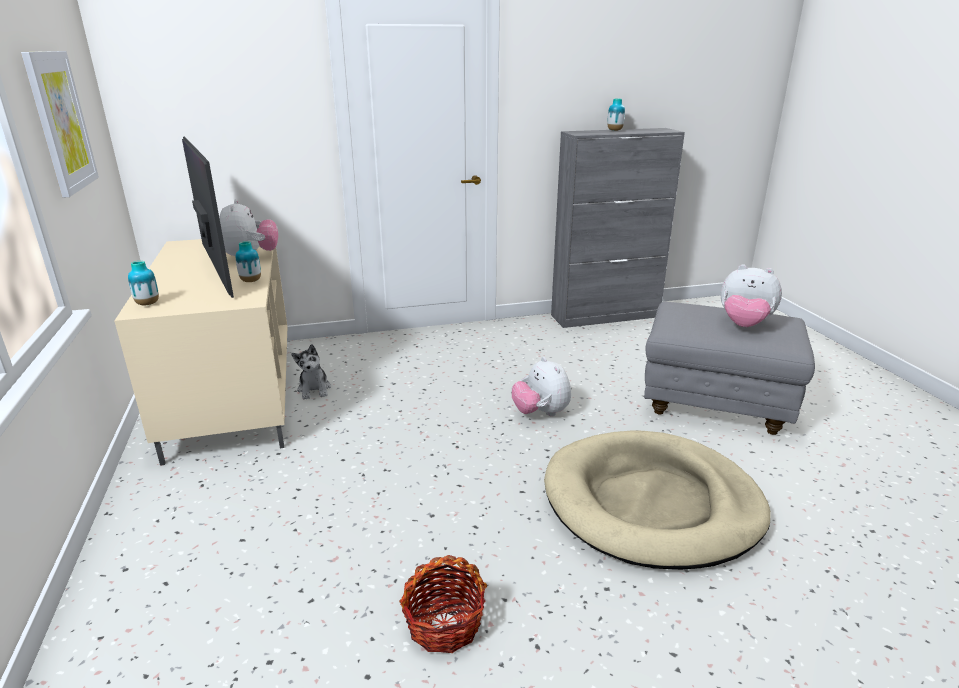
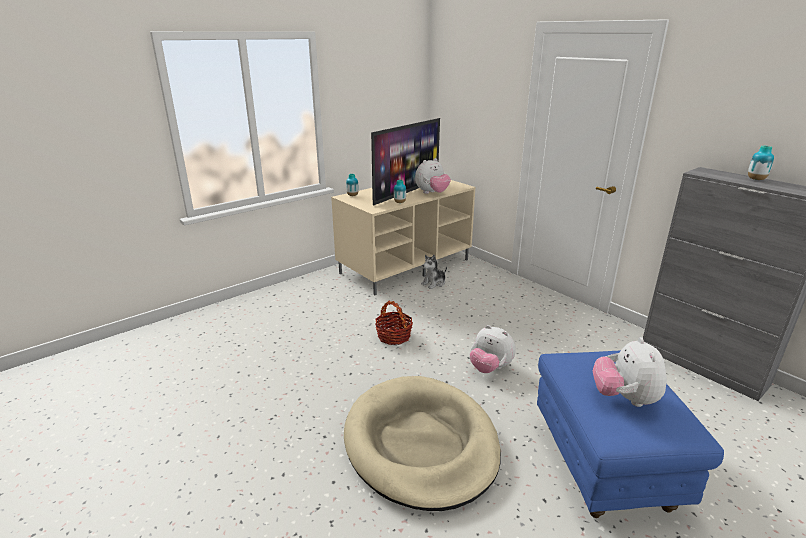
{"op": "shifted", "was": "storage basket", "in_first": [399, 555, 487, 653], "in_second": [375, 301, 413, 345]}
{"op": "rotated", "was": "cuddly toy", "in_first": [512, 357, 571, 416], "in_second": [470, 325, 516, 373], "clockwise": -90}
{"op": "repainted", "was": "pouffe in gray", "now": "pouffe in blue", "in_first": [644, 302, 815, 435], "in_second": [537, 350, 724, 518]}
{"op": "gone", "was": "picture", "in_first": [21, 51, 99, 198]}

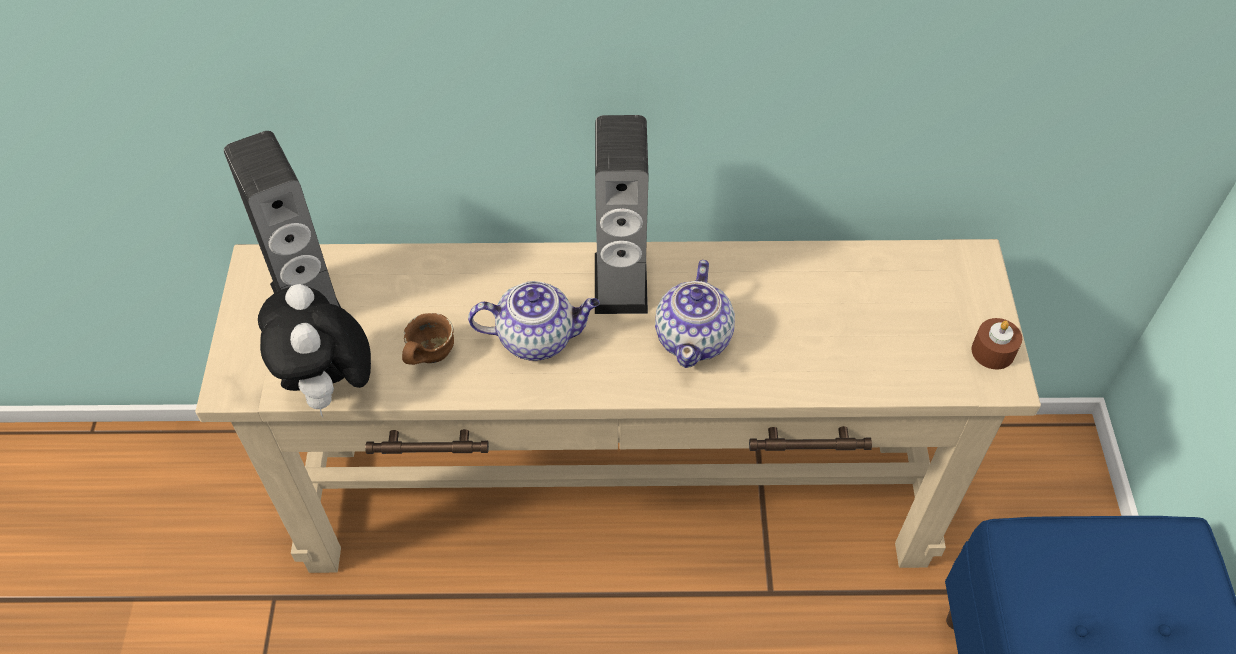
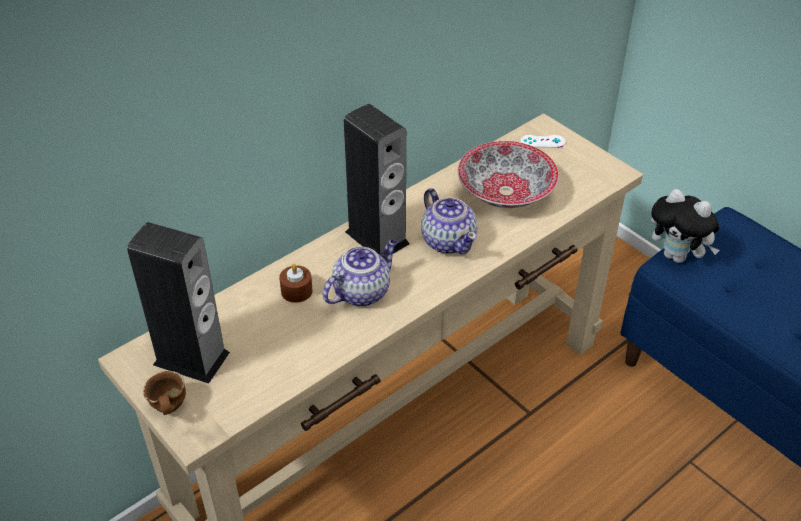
{"op": "shifted", "was": "coffee mug in brown-coloured", "in_first": [402, 313, 454, 365], "in_second": [143, 371, 186, 415]}
{"op": "shifted", "was": "wax candle in brown-coloured", "in_first": [971, 318, 1022, 369], "in_second": [279, 264, 313, 303]}
{"op": "new", "now": "bowl", "in_second": [458, 141, 559, 208]}
{"op": "new", "now": "joypad in white-coloured", "in_second": [520, 135, 565, 148]}
{"op": "shifted", "was": "cuddly toy", "in_first": [258, 284, 371, 417], "in_second": [651, 189, 720, 263]}

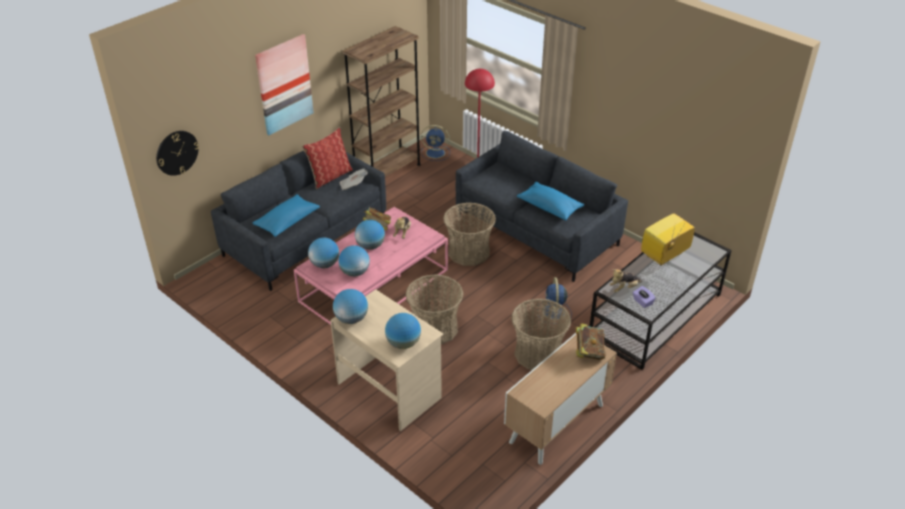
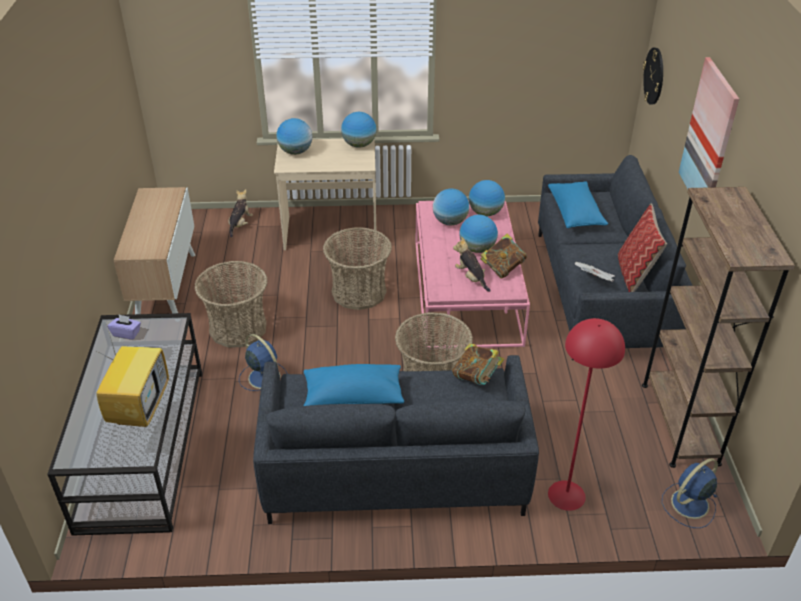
{"op": "shifted", "was": "cuddly toy", "in_first": [609, 269, 642, 293], "in_second": [228, 189, 253, 238]}
{"op": "shifted", "was": "book", "in_first": [576, 323, 606, 360], "in_second": [452, 343, 504, 385]}

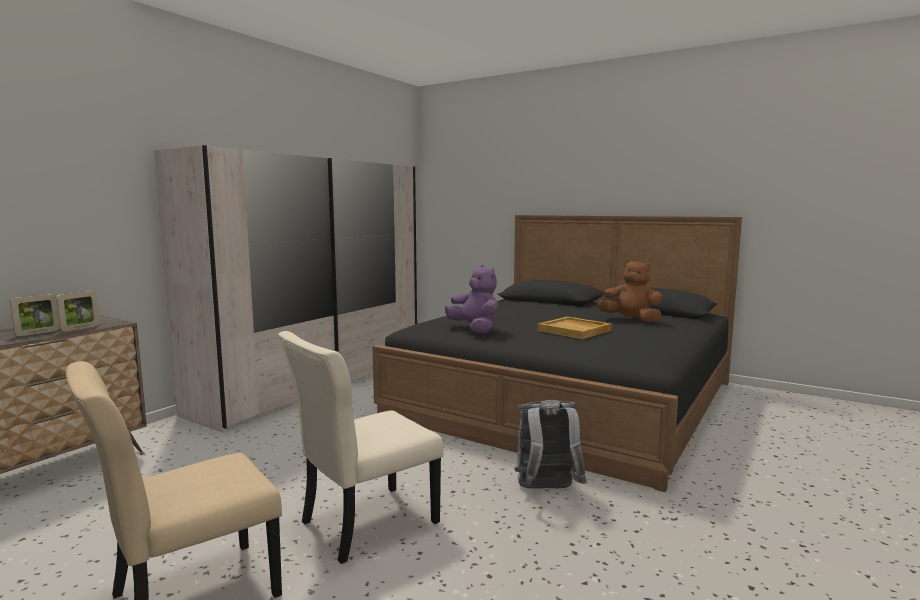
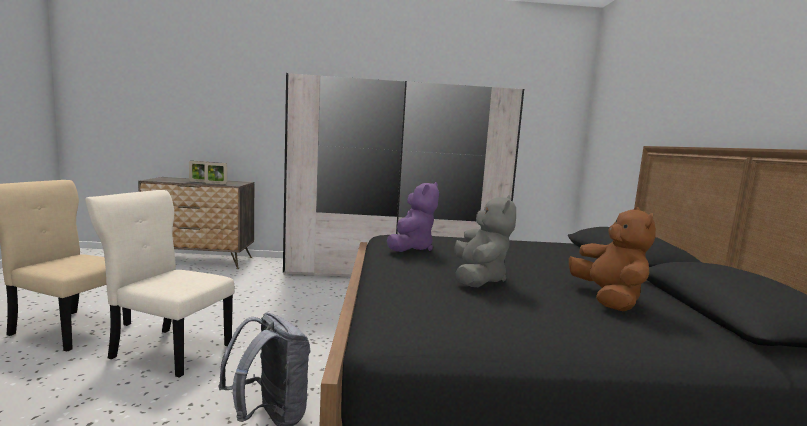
{"op": "swapped", "was": "serving tray in beige-coloured", "now": "cuddly toy in gray", "in_first": [537, 317, 612, 339], "in_second": [455, 195, 516, 287]}

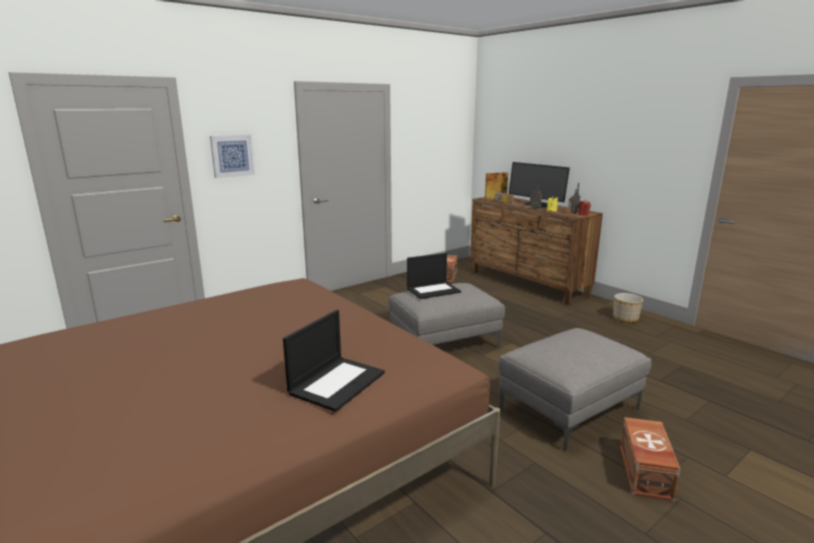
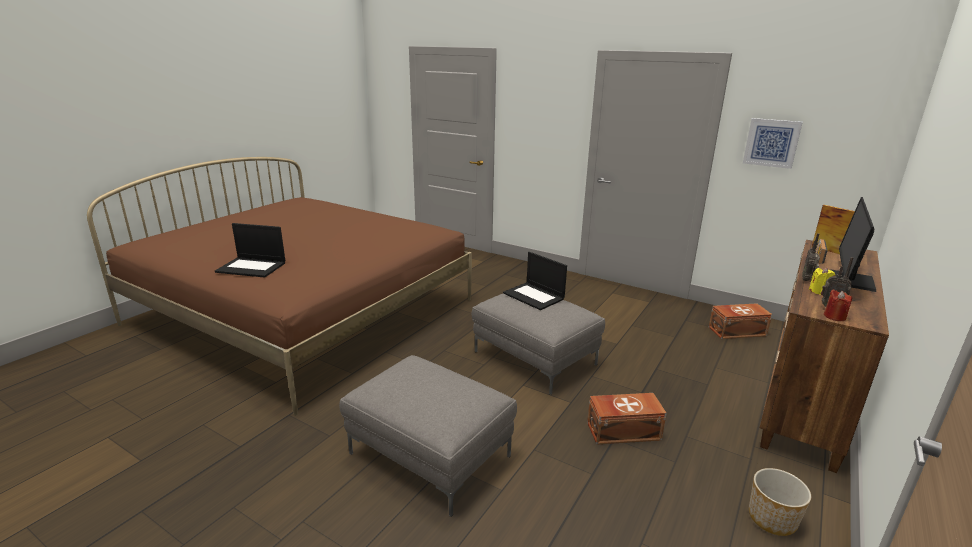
{"op": "shifted", "was": "storage container in brown-coloured", "in_first": [620, 417, 681, 501], "in_second": [587, 393, 667, 444]}
{"op": "shifted", "was": "picture", "in_first": [210, 135, 255, 178], "in_second": [743, 118, 803, 169]}

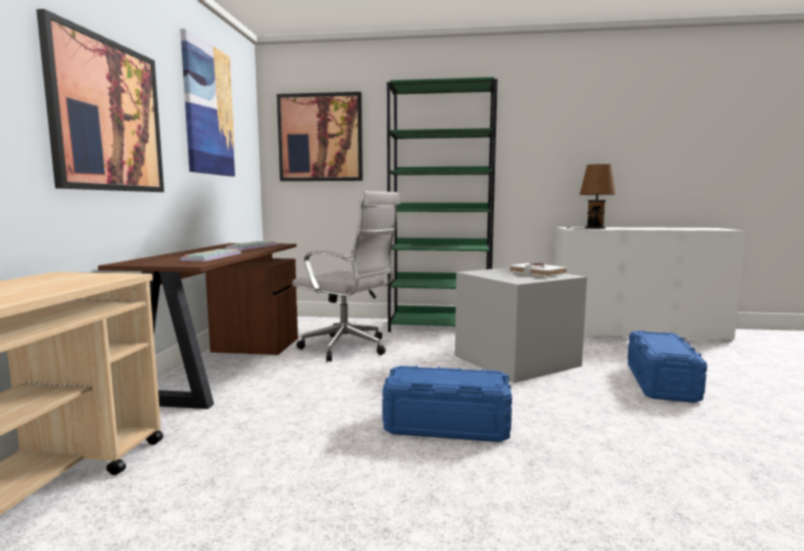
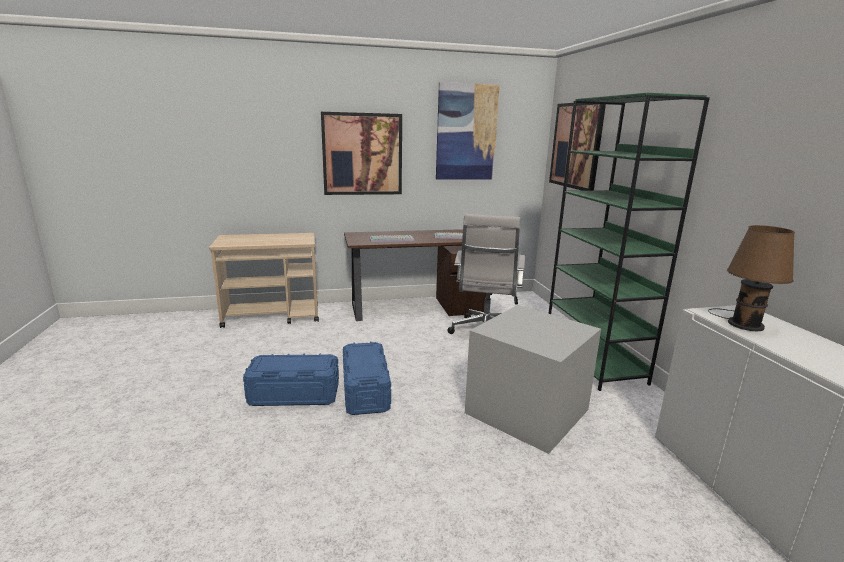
{"op": "shifted", "was": "storage container in blue", "in_first": [628, 331, 707, 403], "in_second": [243, 353, 339, 406]}
{"op": "gone", "was": "book in white-coloured", "in_first": [509, 263, 568, 277]}

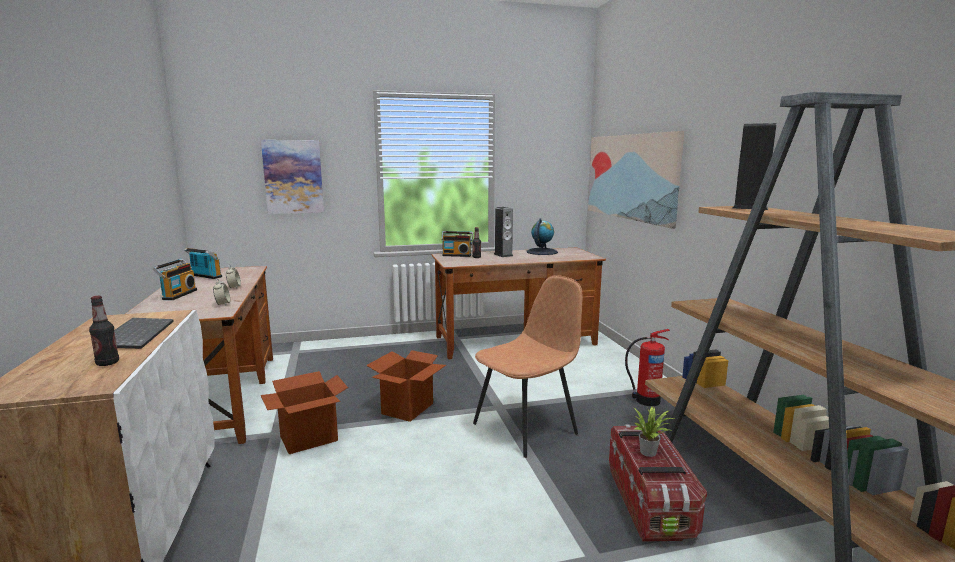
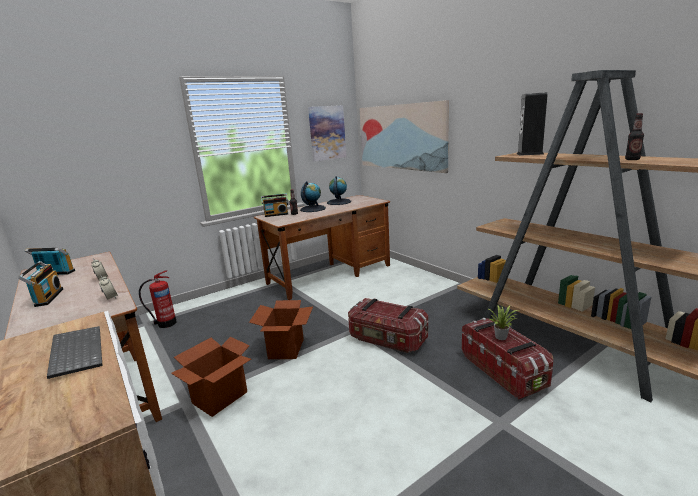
{"op": "shifted", "was": "fire extinguisher", "in_first": [625, 329, 670, 406], "in_second": [139, 270, 177, 328]}
{"op": "swapped", "was": "speaker", "now": "globe", "in_first": [494, 207, 513, 257], "in_second": [300, 181, 326, 212]}
{"op": "shifted", "was": "picture", "in_first": [261, 140, 324, 214], "in_second": [308, 105, 346, 162]}
{"op": "swapped", "was": "upright chair in brown-coloured", "now": "storage container", "in_first": [473, 275, 583, 458], "in_second": [348, 298, 428, 353]}
{"op": "shifted", "was": "beverage bottle", "in_first": [89, 296, 119, 366], "in_second": [625, 113, 644, 160]}

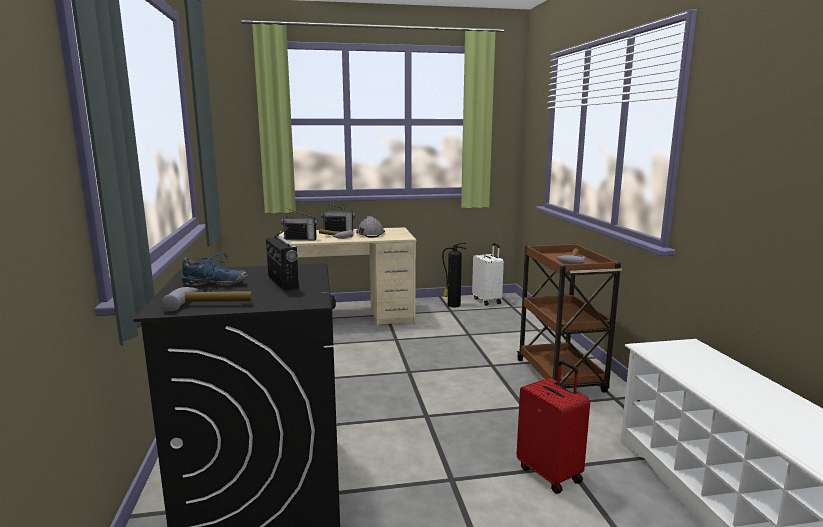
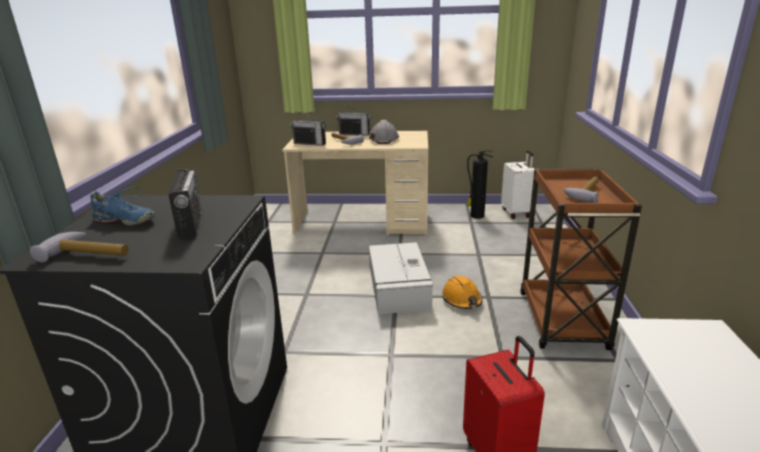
{"op": "new", "now": "storage container in gray", "in_second": [369, 242, 433, 314]}
{"op": "new", "now": "safety helmet in orange-coloured", "in_second": [442, 276, 483, 309]}

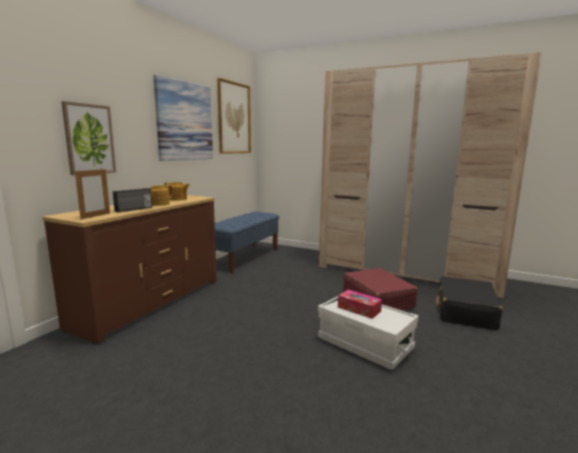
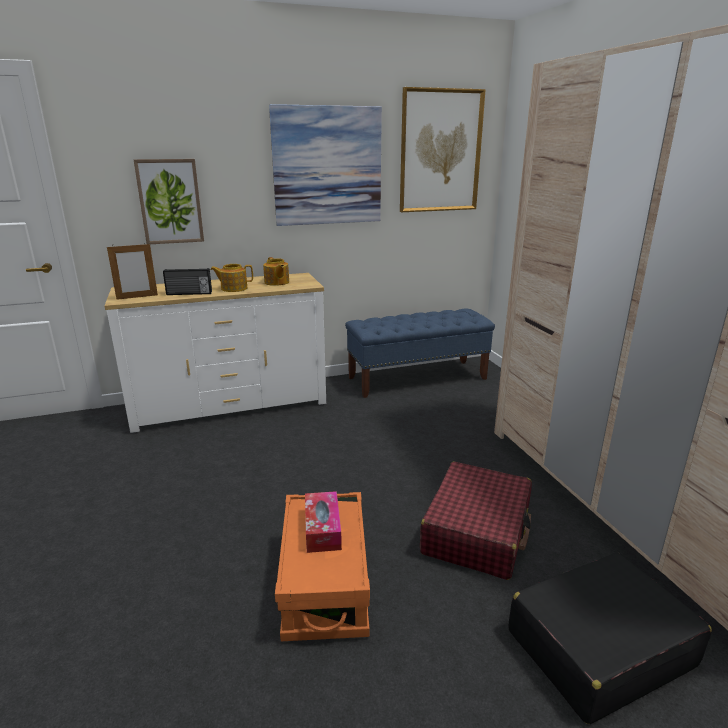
{"op": "repainted", "was": "drawer chest in brown-coloured", "now": "drawer chest in white-coloured", "in_first": [42, 195, 217, 344], "in_second": [104, 273, 326, 433]}
{"op": "repainted", "was": "storage container in white-coloured", "now": "storage container in orange-coloured", "in_first": [318, 296, 419, 370], "in_second": [275, 492, 370, 641]}

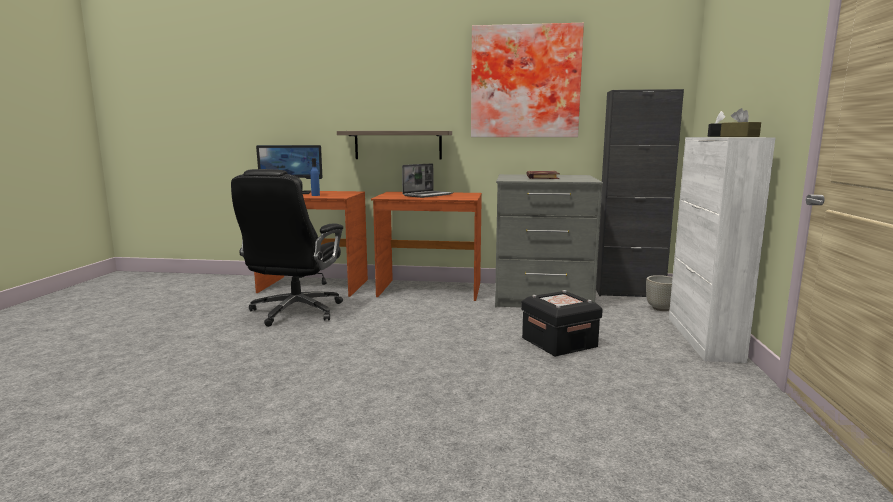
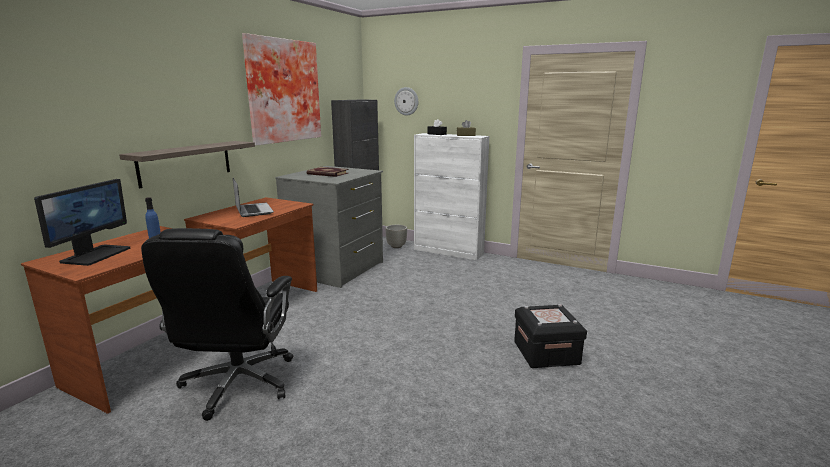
{"op": "rotated", "was": "office chair in blackish", "in_first": [231, 169, 343, 327], "in_second": [141, 228, 293, 421], "clockwise": 60}
{"op": "new", "now": "clock on the wall", "in_second": [394, 87, 418, 116]}
{"op": "shifted", "was": "storage container in blackish", "in_first": [521, 290, 603, 357], "in_second": [514, 304, 587, 368]}

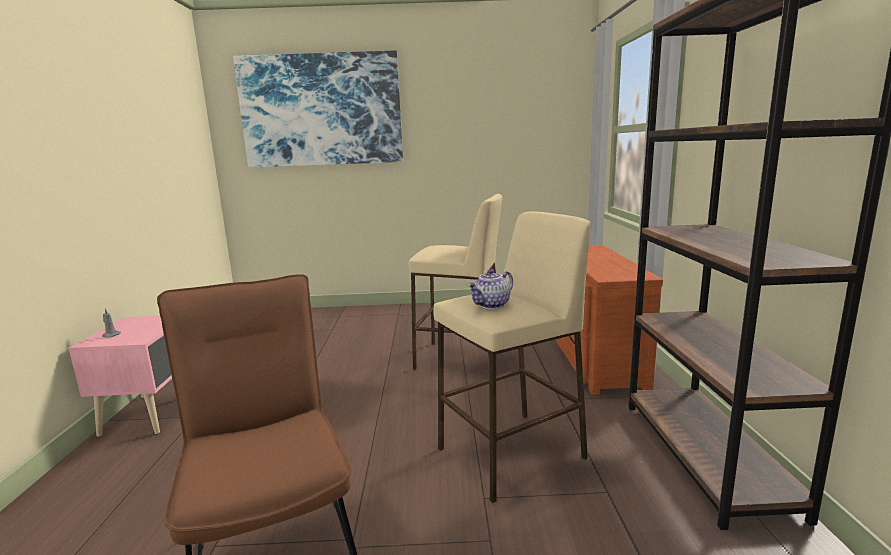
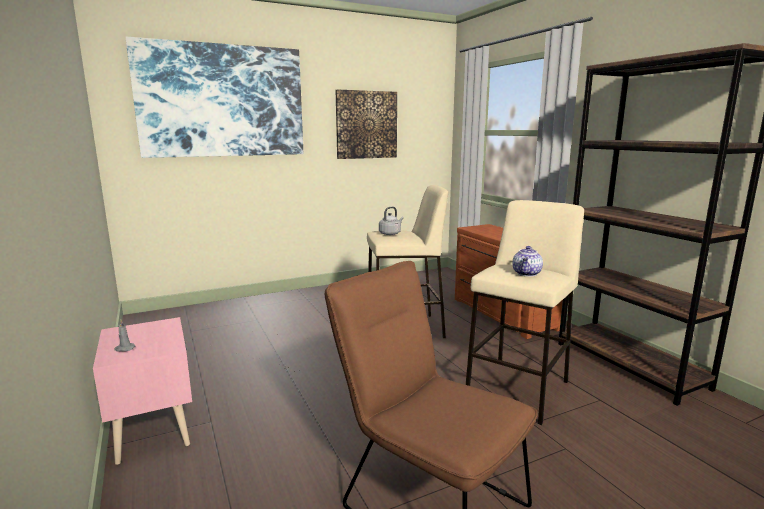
{"op": "new", "now": "picture", "in_second": [336, 90, 397, 159]}
{"op": "new", "now": "kettle in gray", "in_second": [379, 207, 404, 235]}

